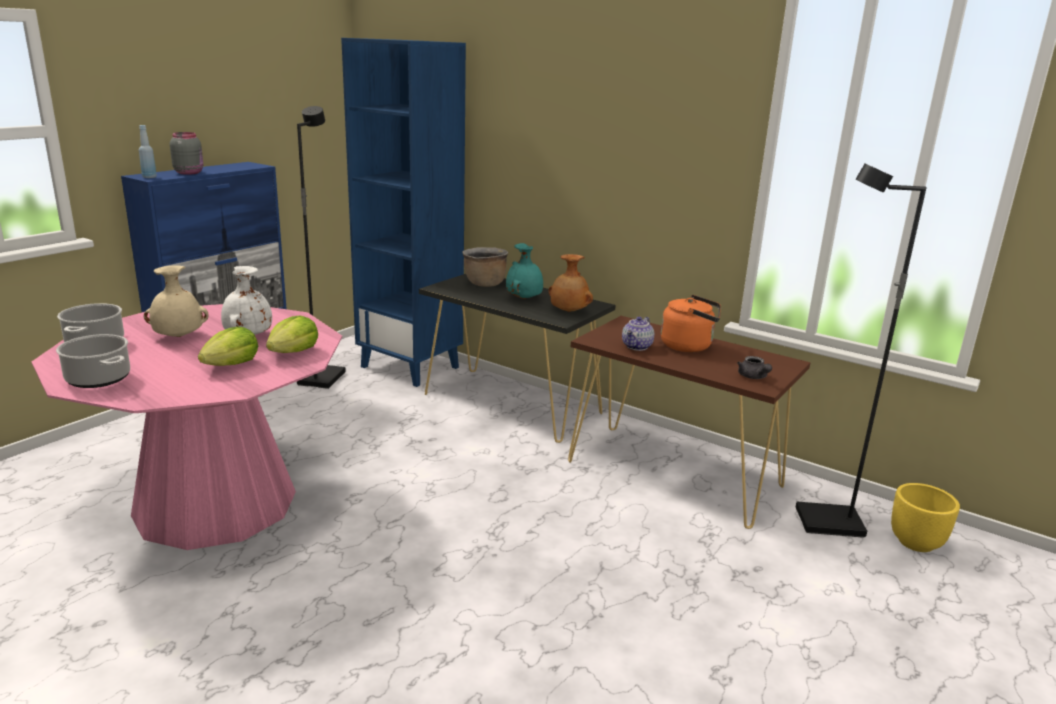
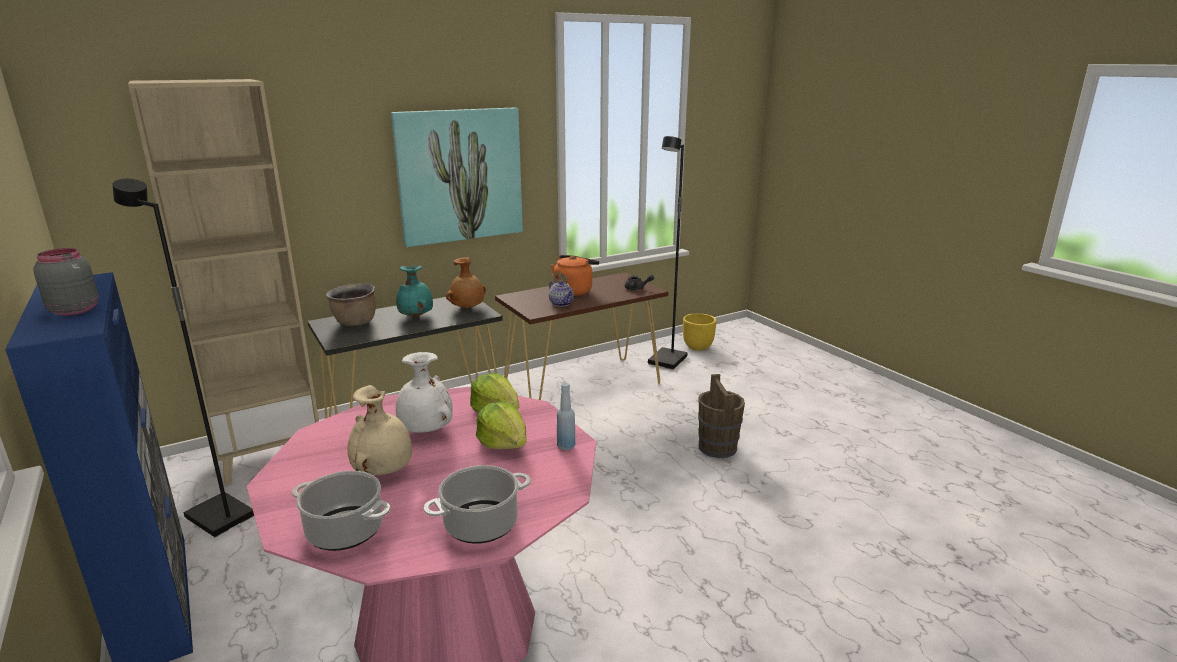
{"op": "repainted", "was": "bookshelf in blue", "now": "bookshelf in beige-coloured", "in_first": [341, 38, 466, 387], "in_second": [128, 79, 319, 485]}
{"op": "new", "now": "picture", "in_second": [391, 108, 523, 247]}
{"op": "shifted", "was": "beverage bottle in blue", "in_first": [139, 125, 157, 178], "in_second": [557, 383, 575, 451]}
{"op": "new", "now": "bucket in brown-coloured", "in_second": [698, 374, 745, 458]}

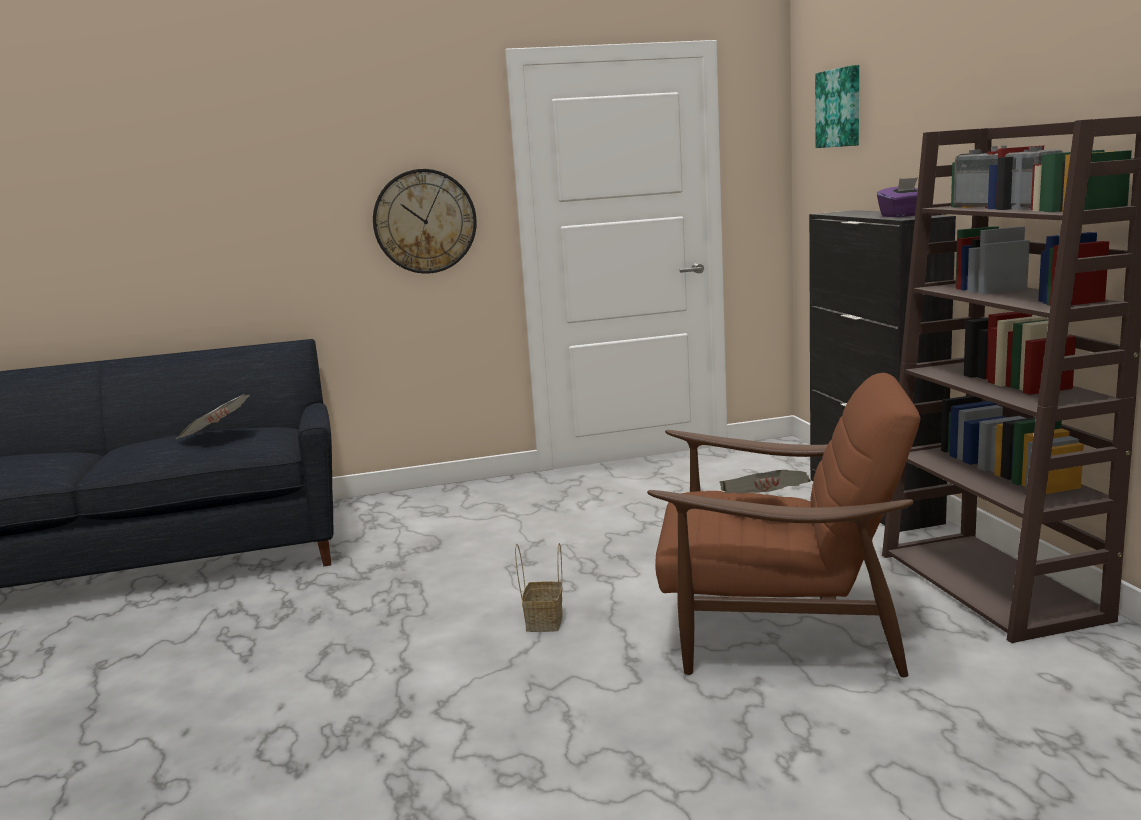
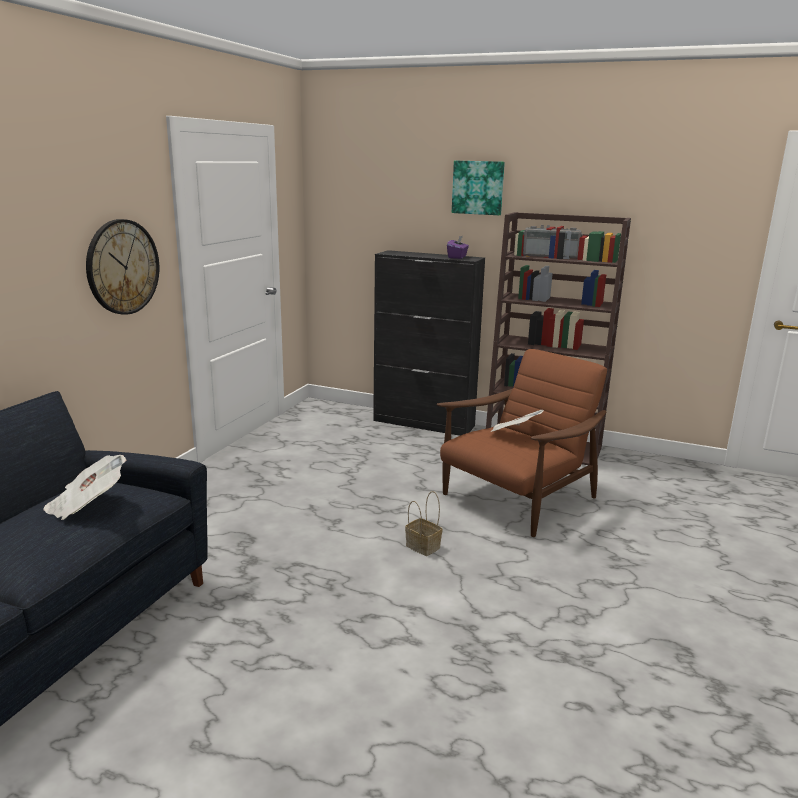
{"op": "shifted", "was": "picture", "in_first": [815, 65, 859, 148], "in_second": [452, 161, 505, 215]}

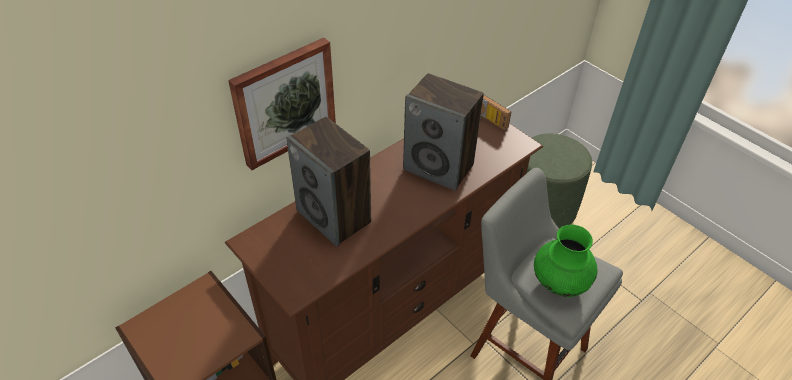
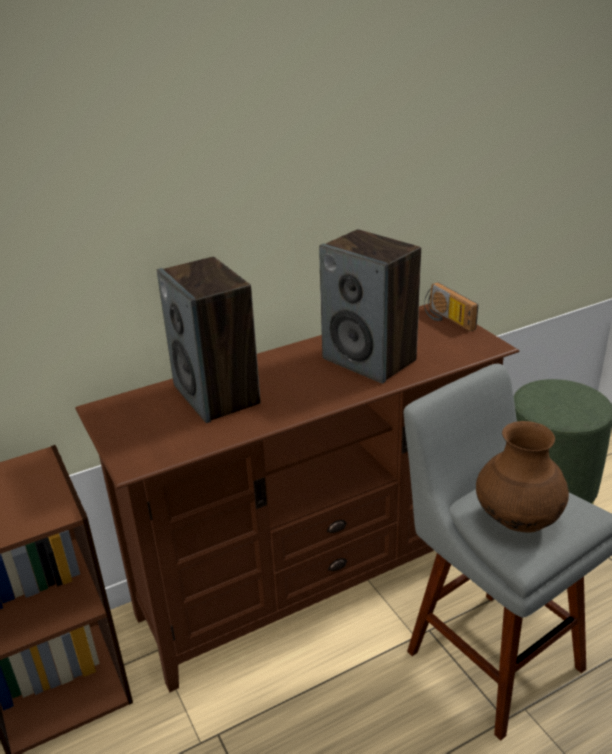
{"op": "repainted", "was": "decorative vase in green", "now": "decorative vase in brown-coloured", "in_first": [534, 225, 598, 297], "in_second": [476, 421, 569, 532]}
{"op": "gone", "was": "picture", "in_first": [228, 38, 336, 170]}

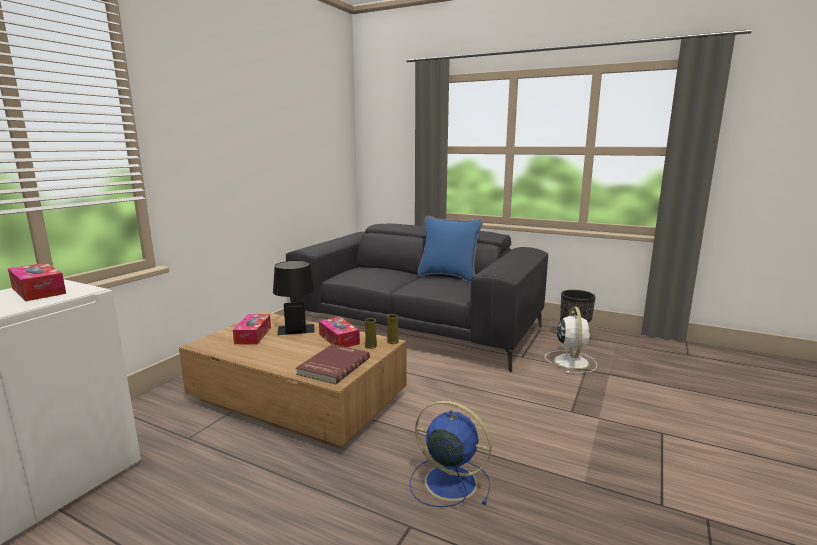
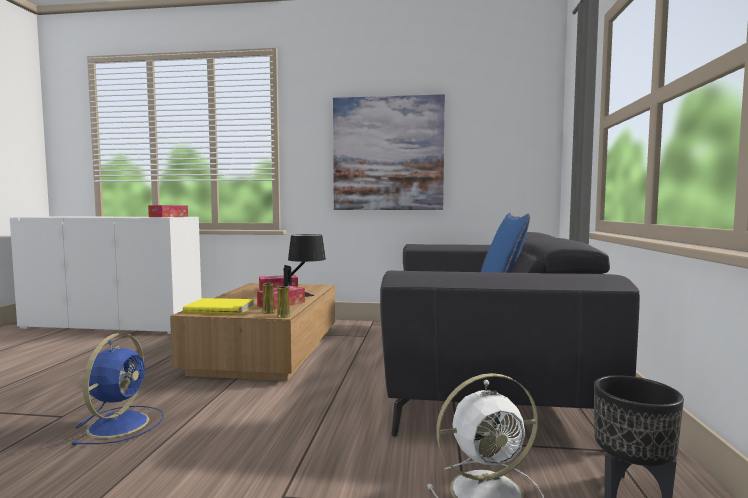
{"op": "repainted", "was": "book in red", "now": "book in yellow", "in_first": [296, 344, 370, 385], "in_second": [183, 298, 254, 315]}
{"op": "new", "now": "picture", "in_second": [333, 94, 445, 210]}

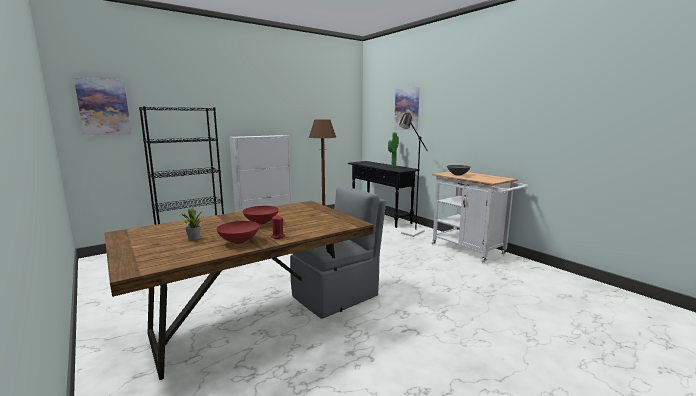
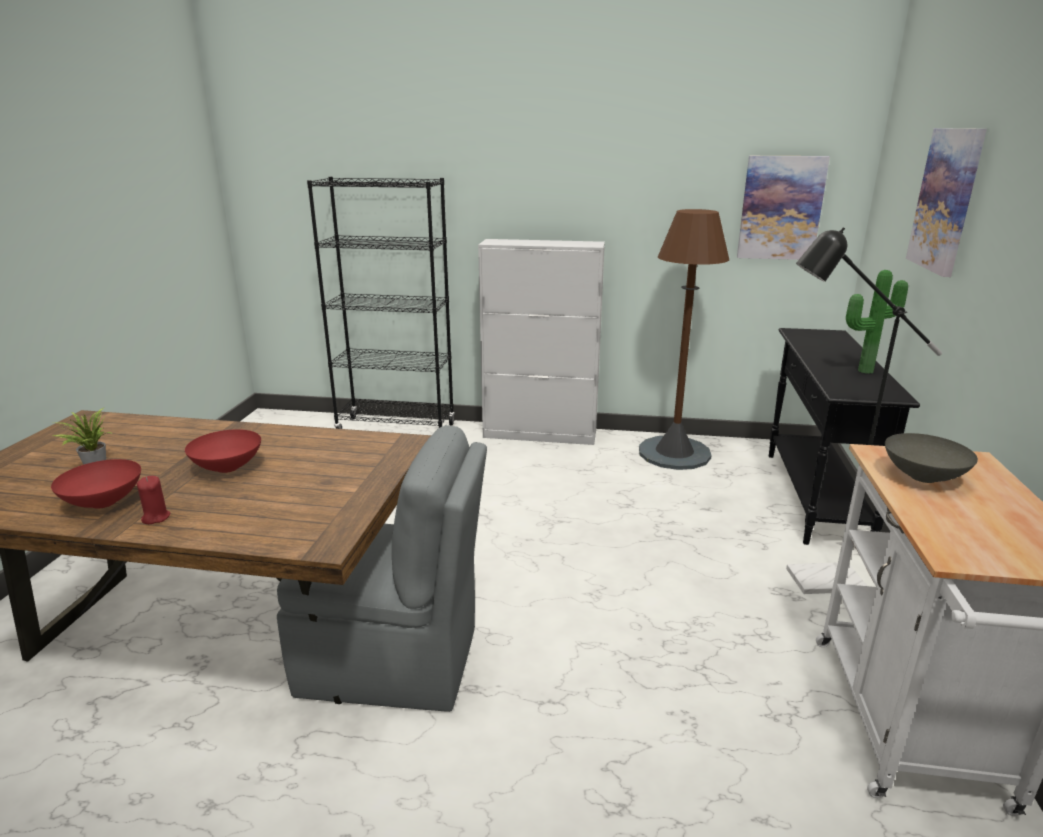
{"op": "shifted", "was": "picture", "in_first": [74, 78, 131, 135], "in_second": [737, 156, 830, 260]}

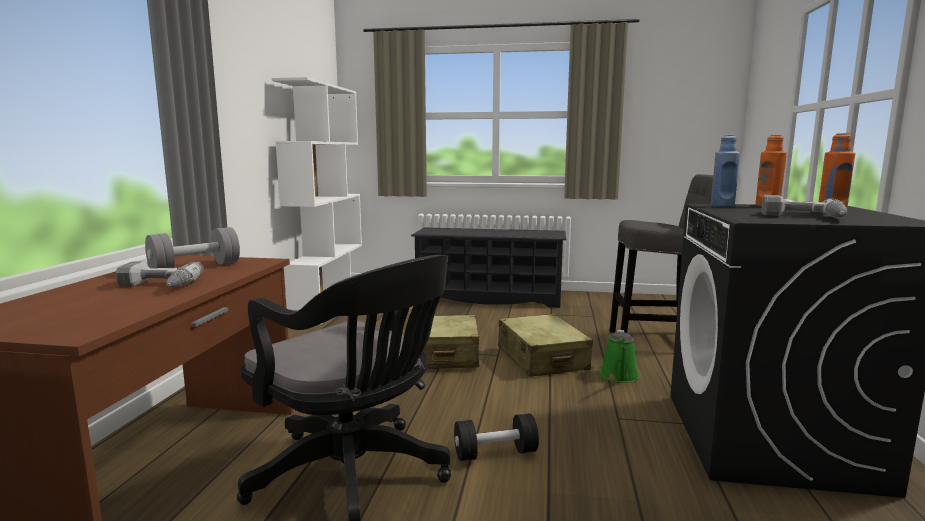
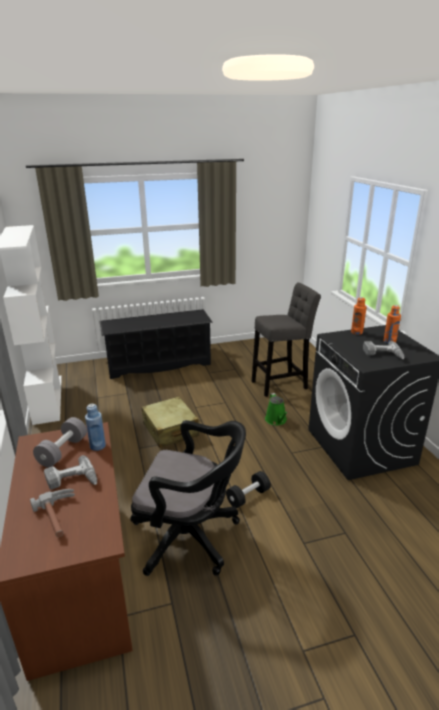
{"op": "new", "now": "tool hammer", "in_second": [30, 489, 75, 537]}
{"op": "shifted", "was": "beverage bottle in blue", "in_first": [711, 135, 740, 207], "in_second": [85, 404, 106, 451]}
{"op": "gone", "was": "suitcase in beige-coloured", "in_first": [498, 314, 593, 377]}

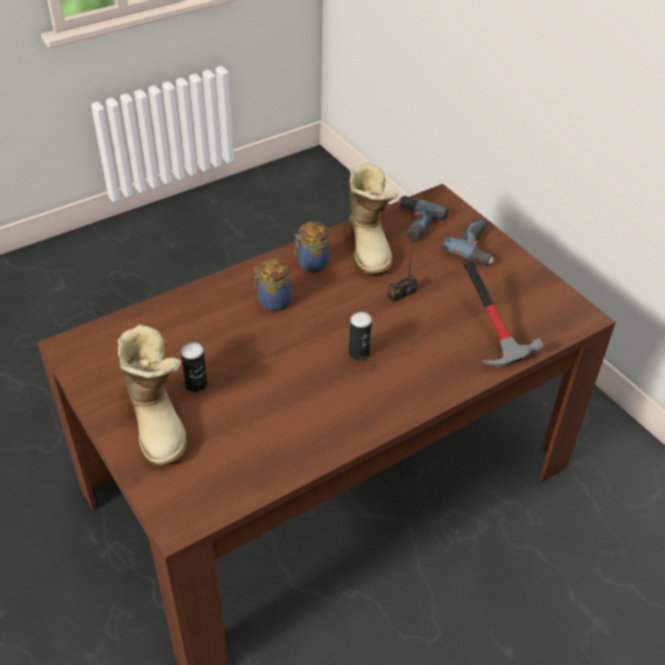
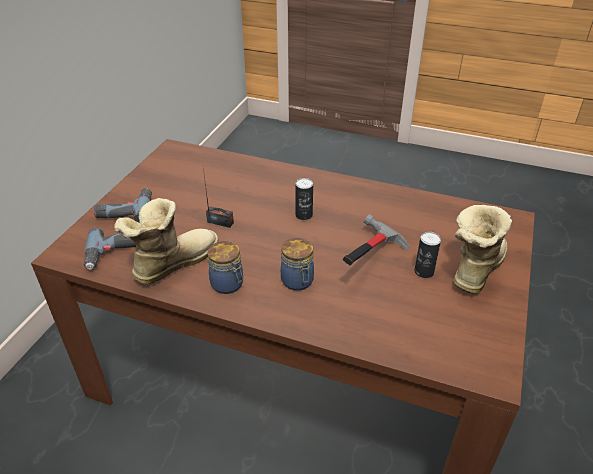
{"op": "shifted", "was": "tool hammer", "in_first": [463, 261, 544, 367], "in_second": [343, 214, 410, 265]}

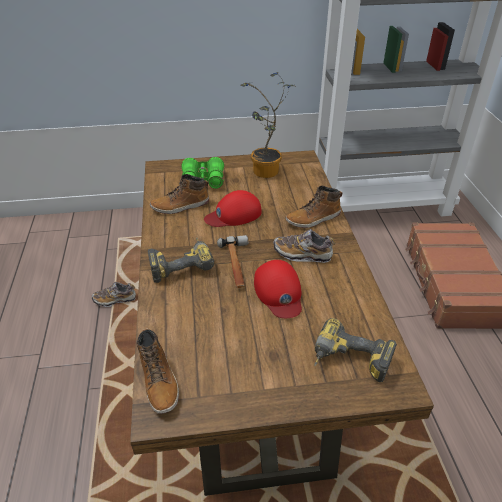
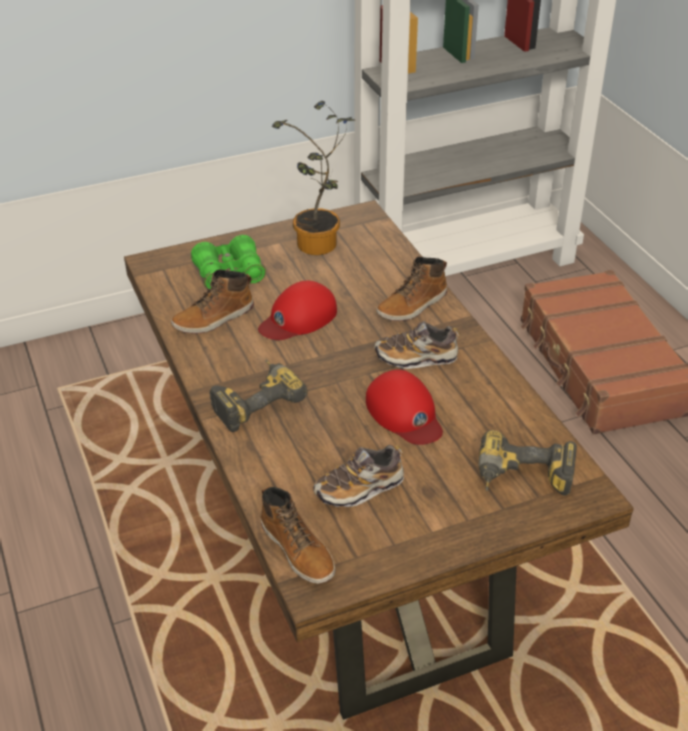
{"op": "shifted", "was": "low shoe", "in_first": [92, 282, 136, 307], "in_second": [314, 445, 404, 507]}
{"op": "gone", "was": "tool hammer", "in_first": [217, 235, 248, 288]}

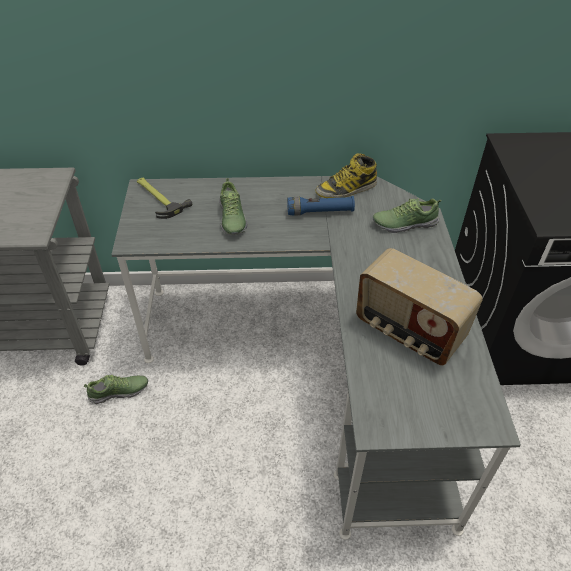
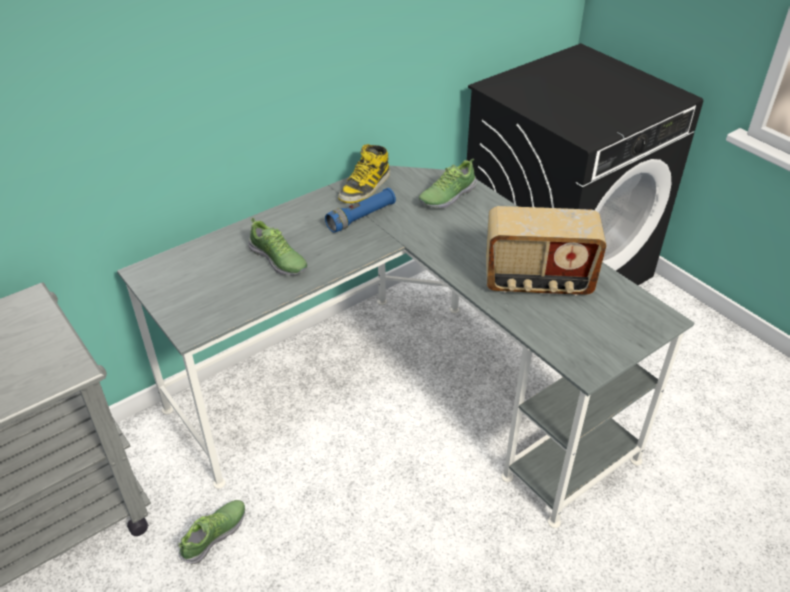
{"op": "gone", "was": "tool hammer", "in_first": [137, 178, 192, 219]}

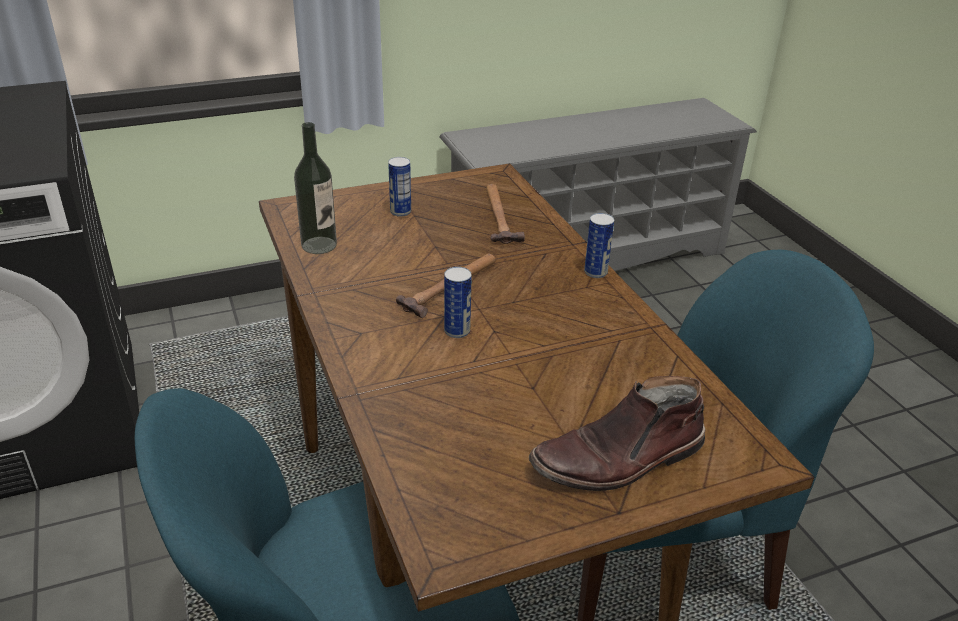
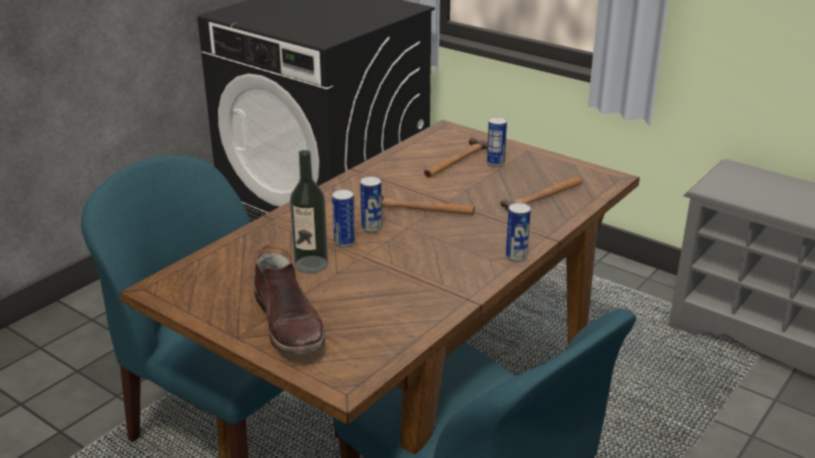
{"op": "rotated", "was": "tall boot in brown-coloured", "in_first": [529, 376, 706, 491], "in_second": [254, 245, 325, 355], "clockwise": -150}
{"op": "shifted", "was": "beverage bottle", "in_first": [294, 122, 337, 254], "in_second": [290, 150, 328, 273]}
{"op": "new", "now": "can", "in_second": [332, 189, 355, 247]}
{"op": "new", "now": "tool hammer", "in_second": [424, 137, 488, 178]}

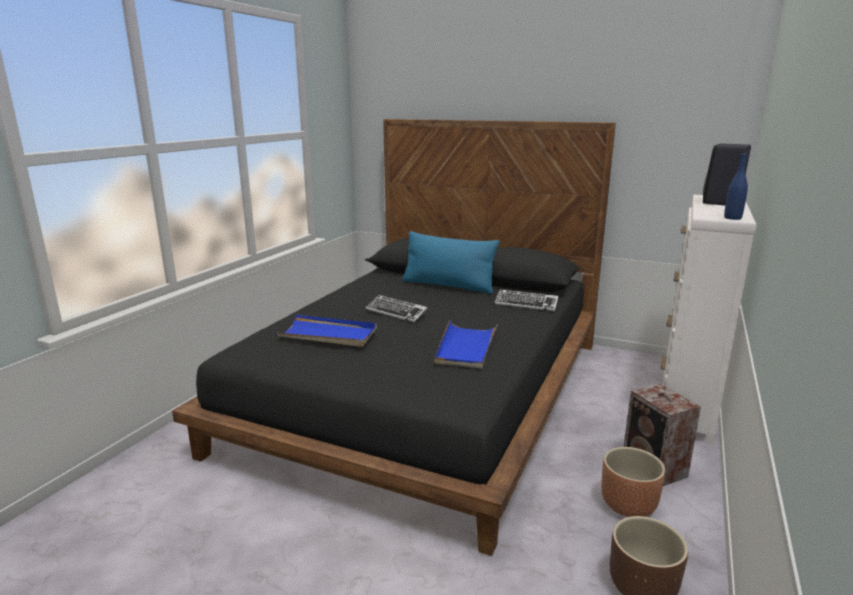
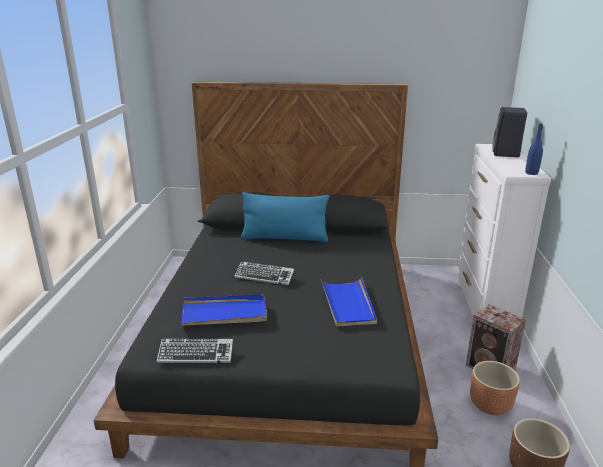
{"op": "shifted", "was": "PC keyboard", "in_first": [495, 289, 558, 311], "in_second": [157, 339, 233, 363]}

